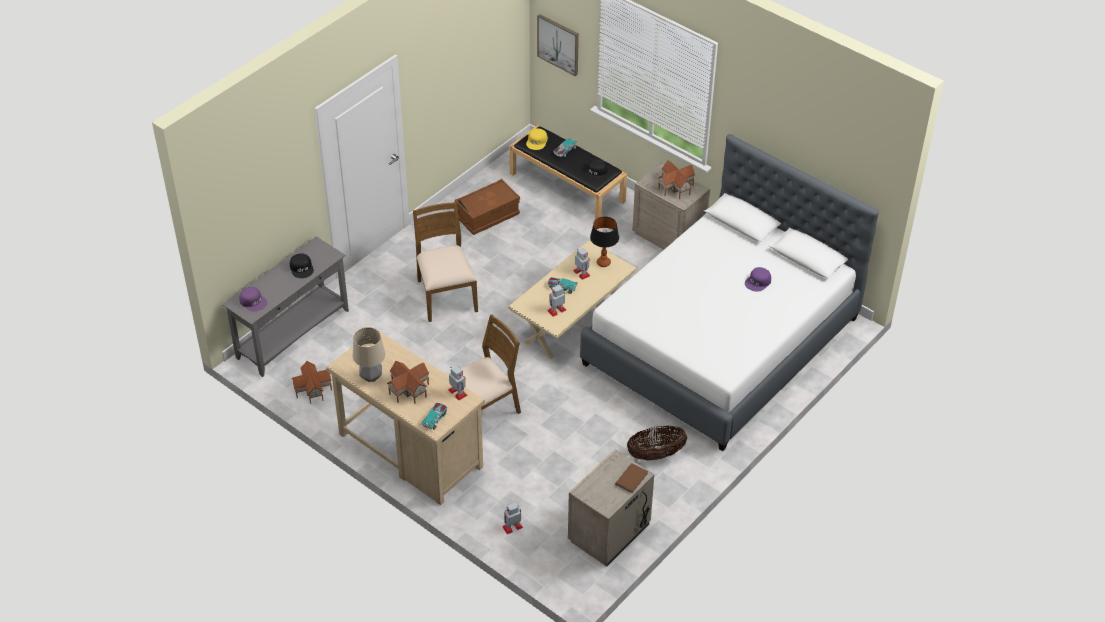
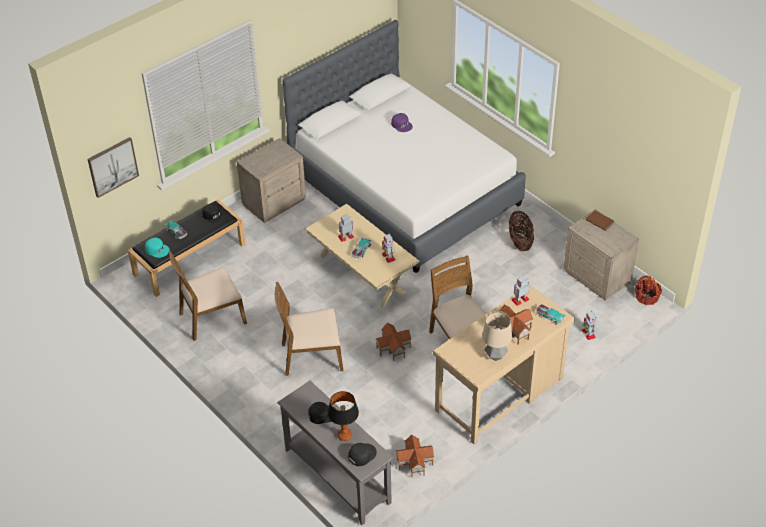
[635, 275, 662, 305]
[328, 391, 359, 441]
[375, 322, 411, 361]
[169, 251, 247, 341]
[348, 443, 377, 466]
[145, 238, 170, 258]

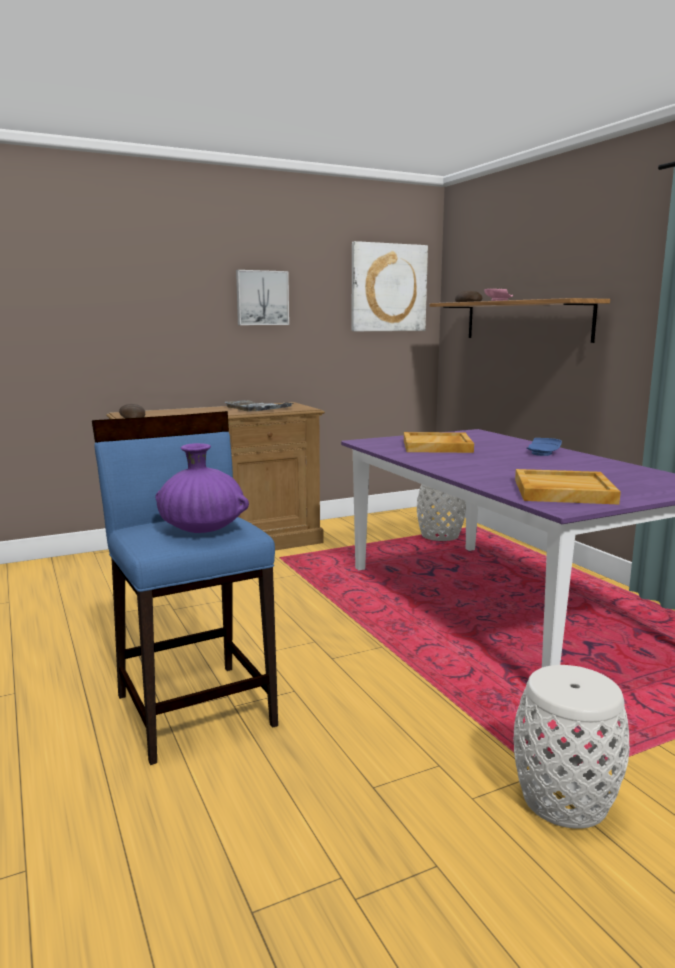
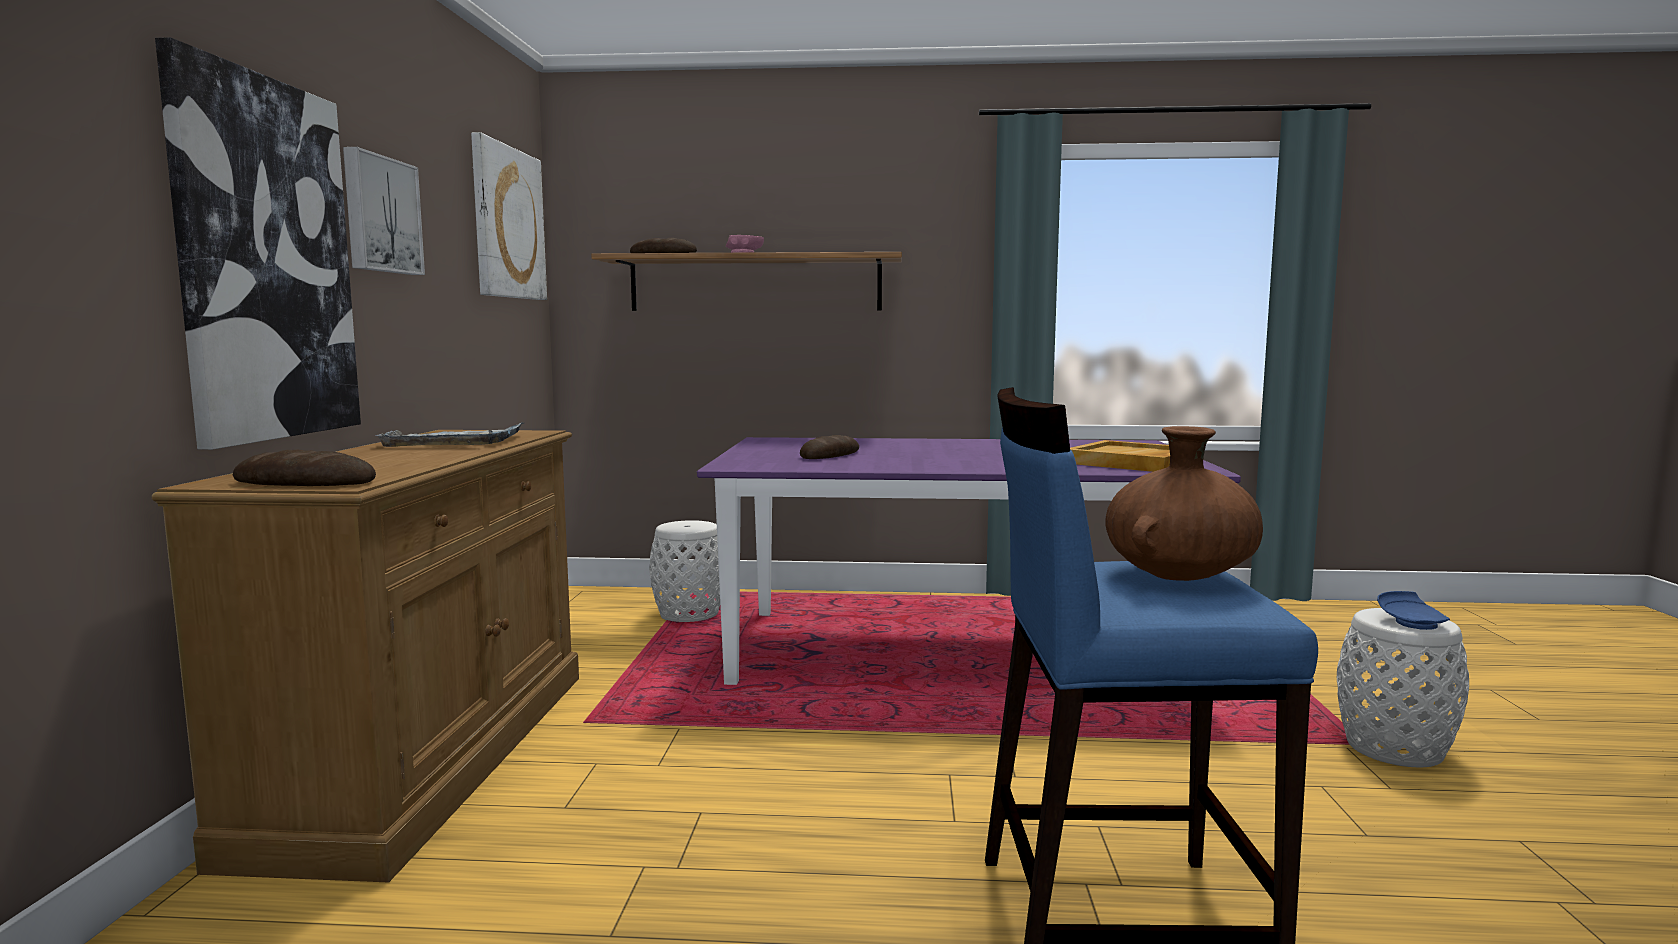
[155, 37, 361, 450]
[1377, 591, 1450, 630]
[800, 435, 859, 459]
[1105, 426, 1263, 581]

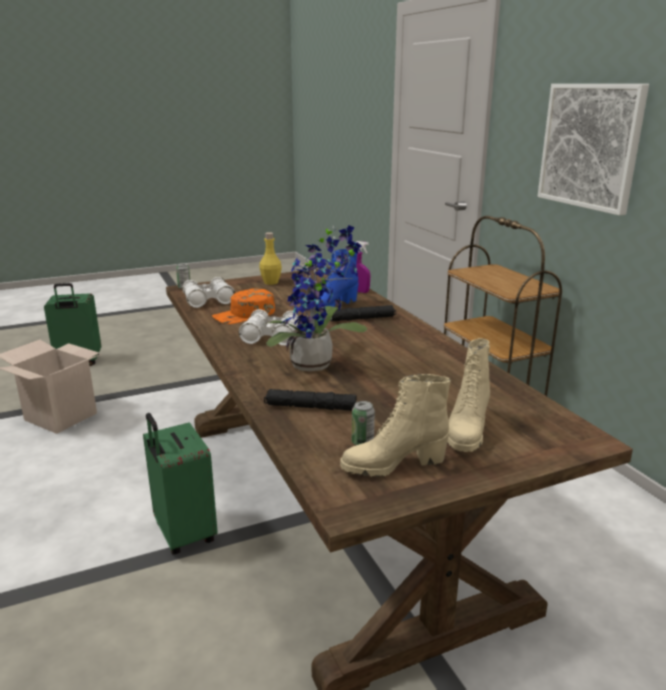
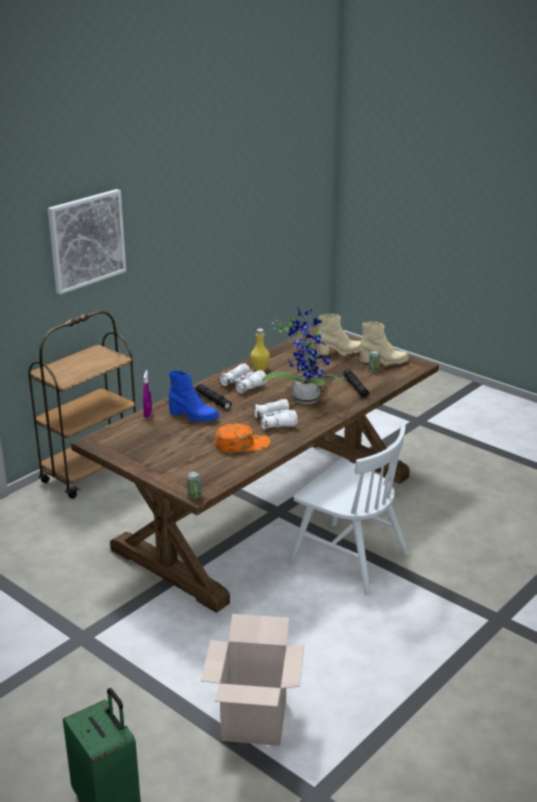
[219, 363, 267, 394]
[250, 329, 270, 371]
[289, 423, 409, 595]
[215, 423, 270, 453]
[360, 322, 409, 366]

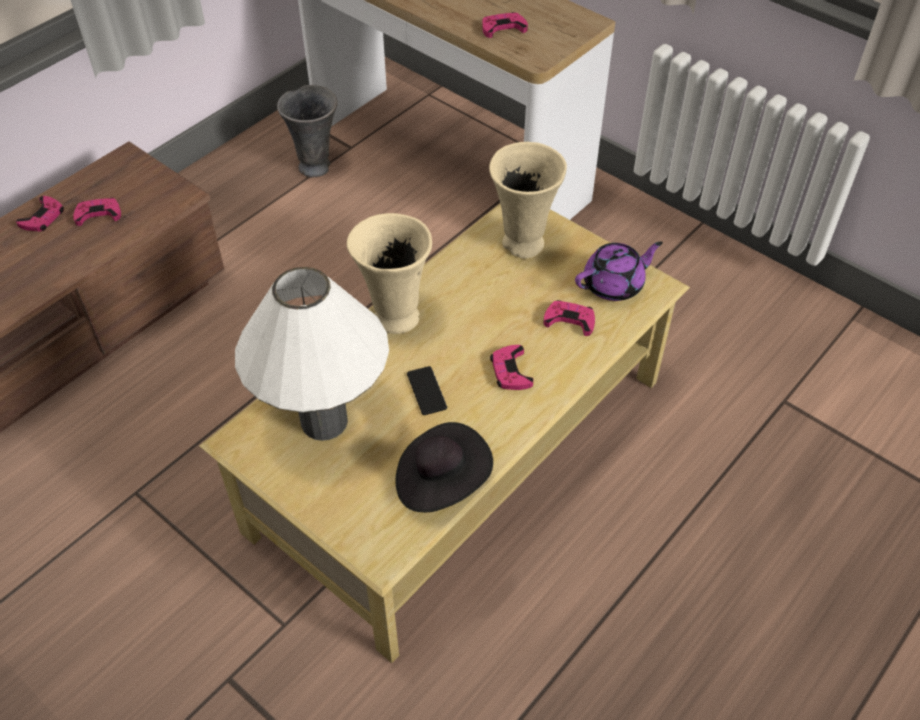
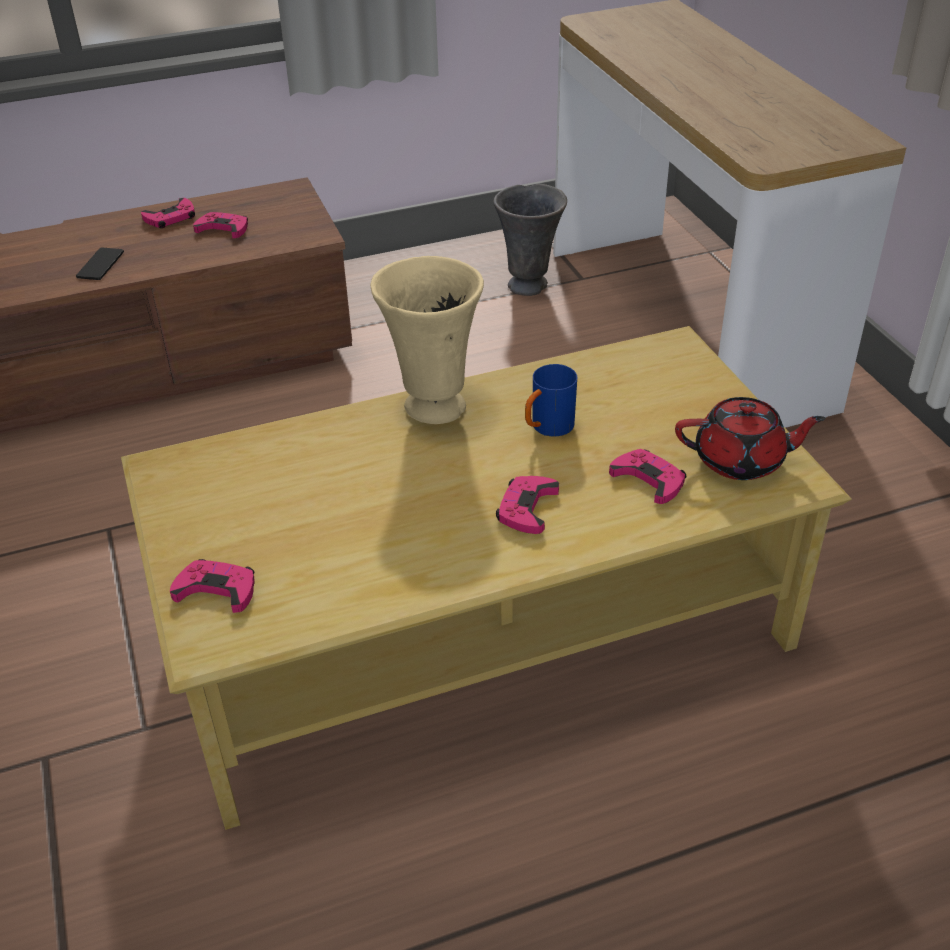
[235, 267, 389, 441] (first image)
[395, 422, 493, 512] (first image)
[489, 142, 567, 259] (first image)
[525, 364, 577, 437]
[76, 248, 124, 280]
[170, 559, 254, 613]
[675, 397, 826, 480]

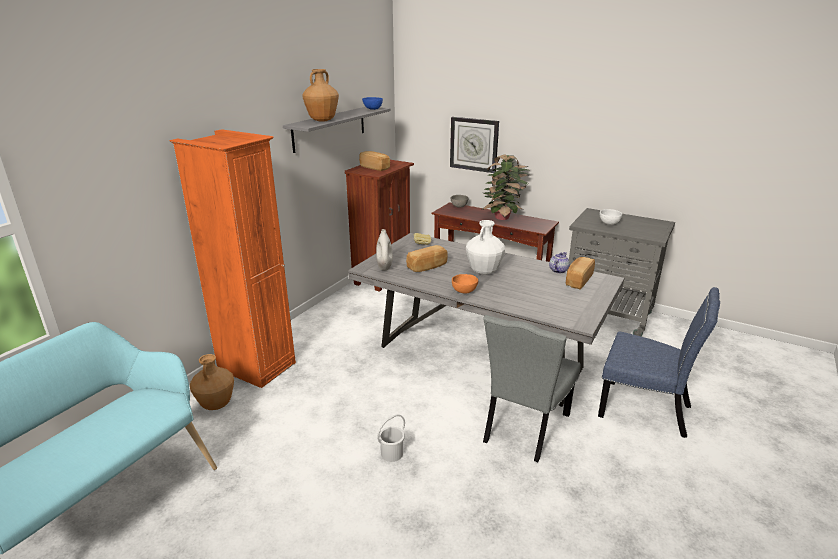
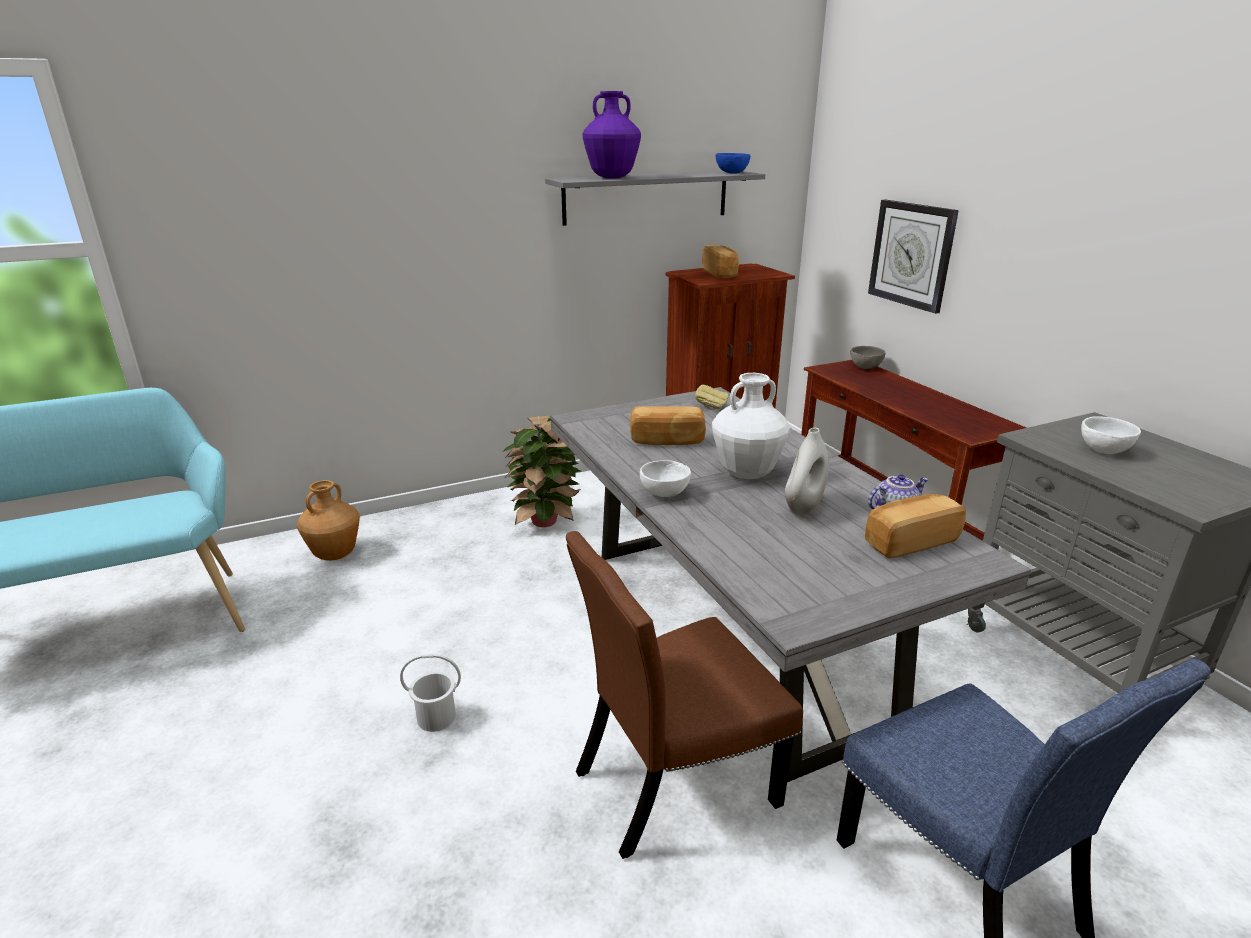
[169, 129, 296, 388] (first image)
[785, 428, 829, 515]
[502, 415, 582, 527]
[583, 91, 641, 179]
[640, 460, 691, 497]
[566, 531, 803, 859]

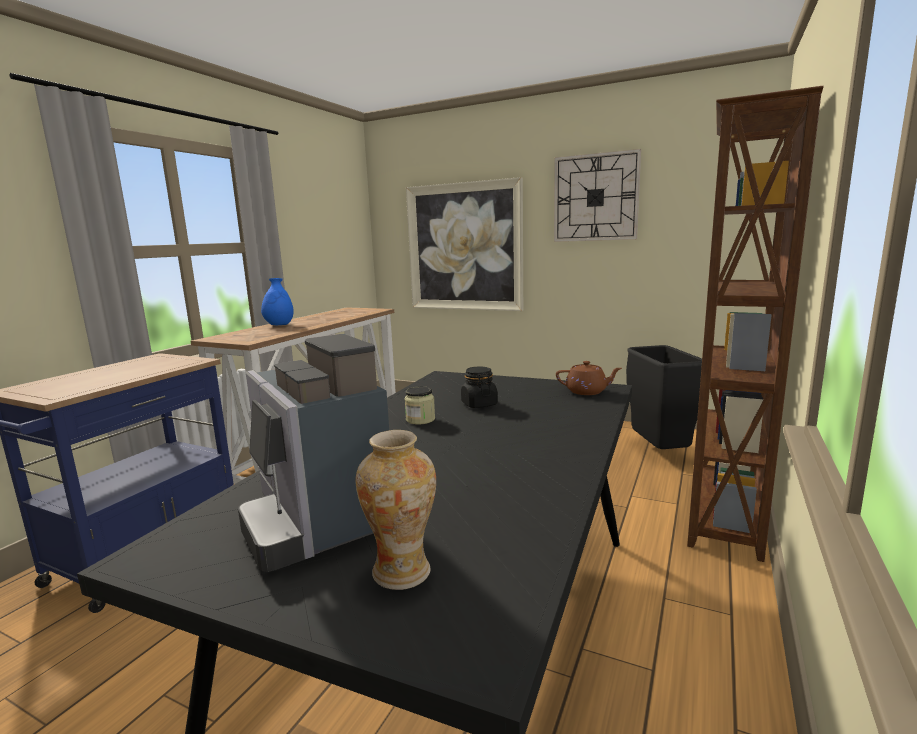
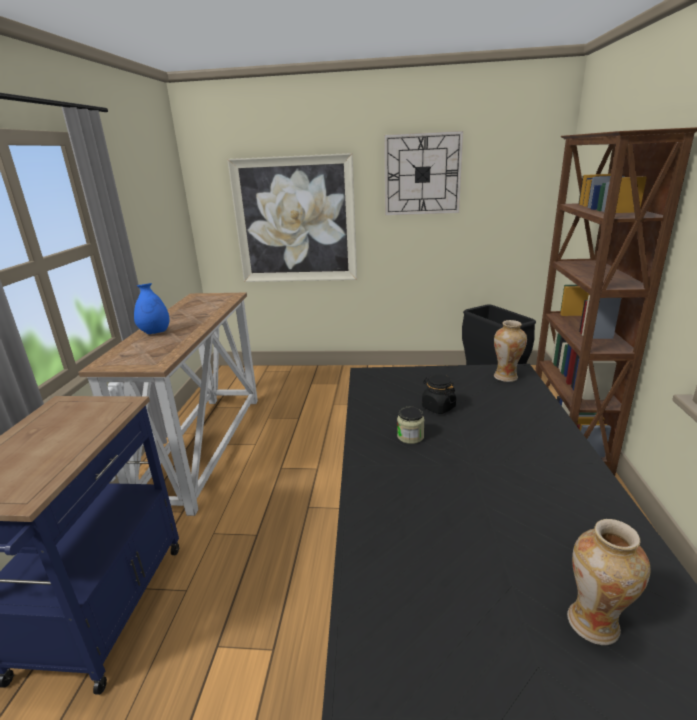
[238, 334, 389, 572] (first image)
[494, 320, 527, 382]

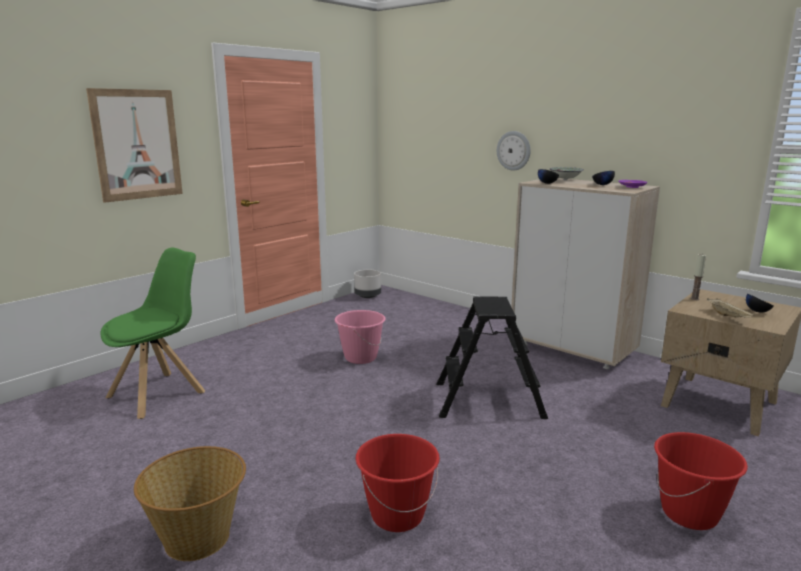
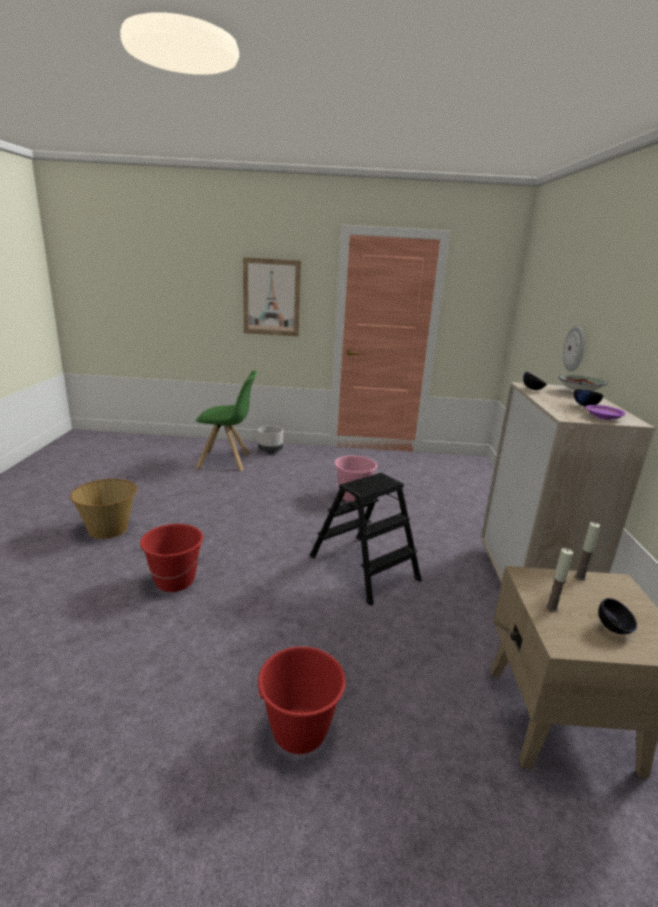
[258, 426, 283, 453]
[546, 548, 573, 612]

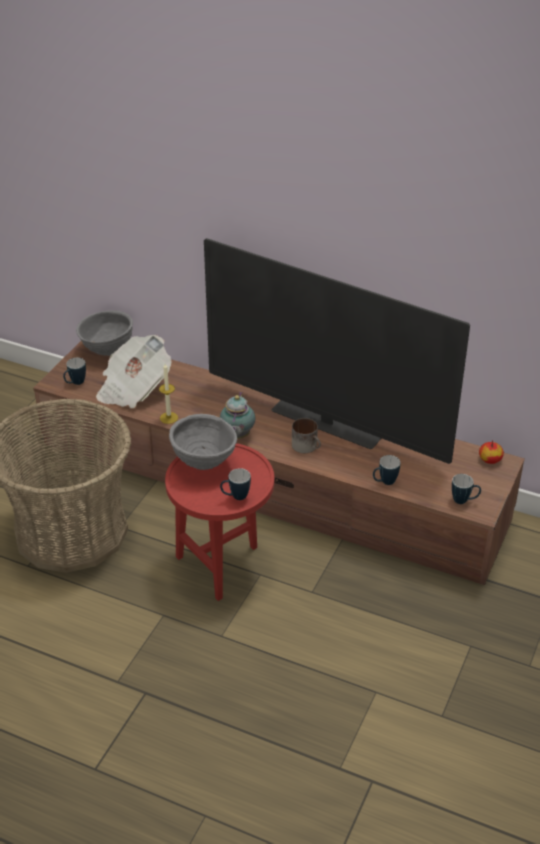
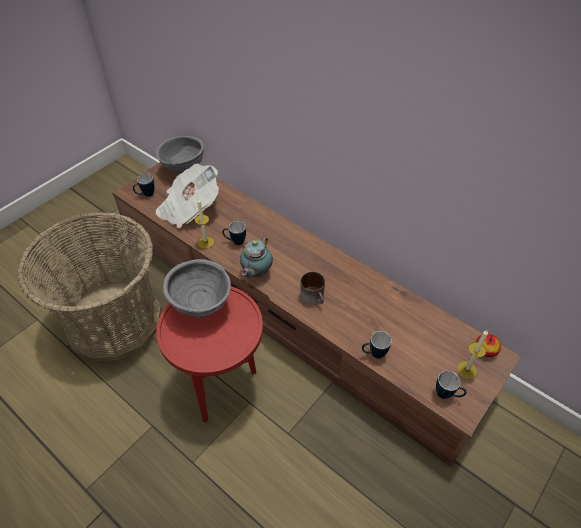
[204, 238, 470, 464] (first image)
[457, 330, 488, 379]
[222, 221, 246, 245]

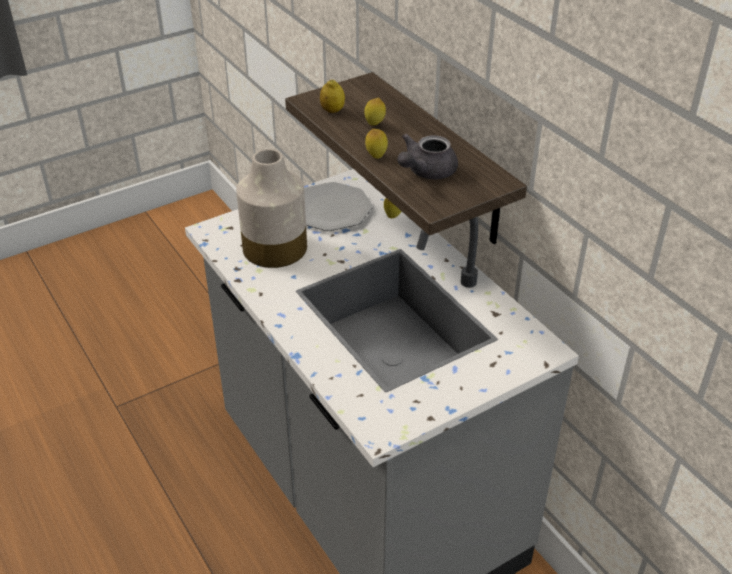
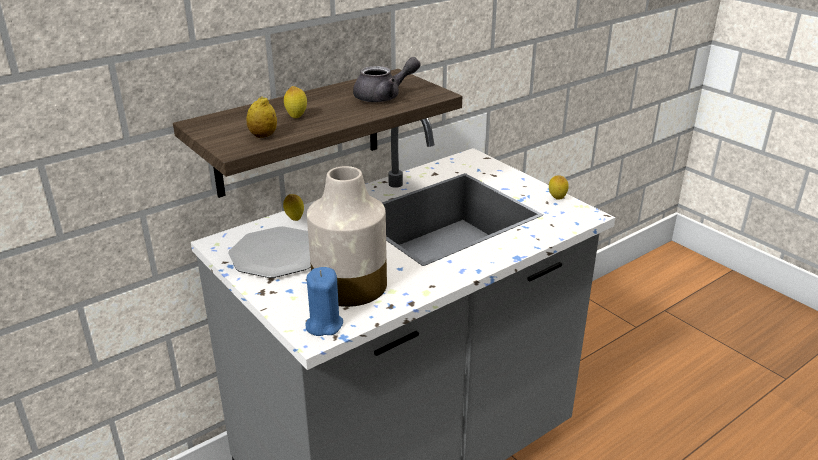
[306, 267, 343, 336]
[549, 175, 569, 200]
[353, 57, 421, 102]

